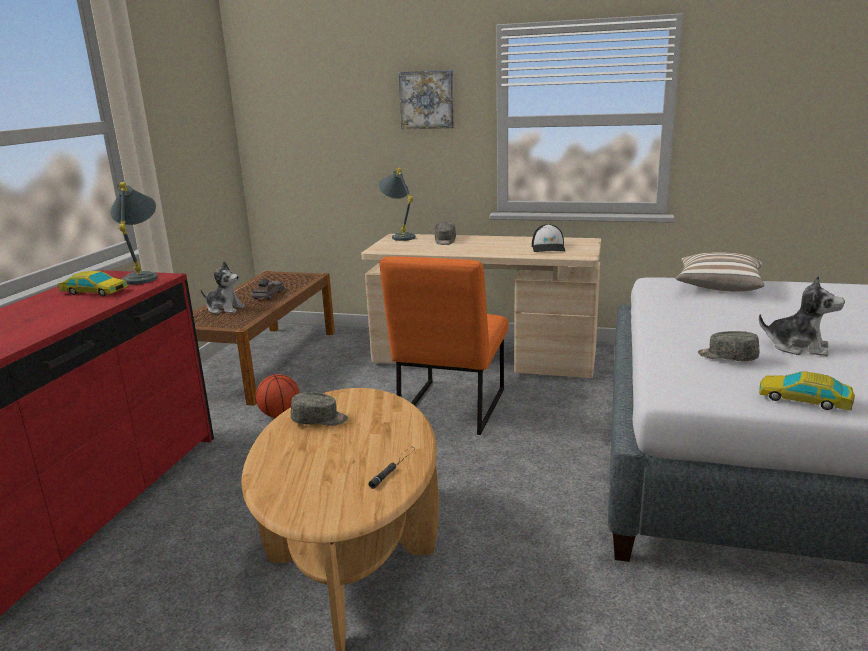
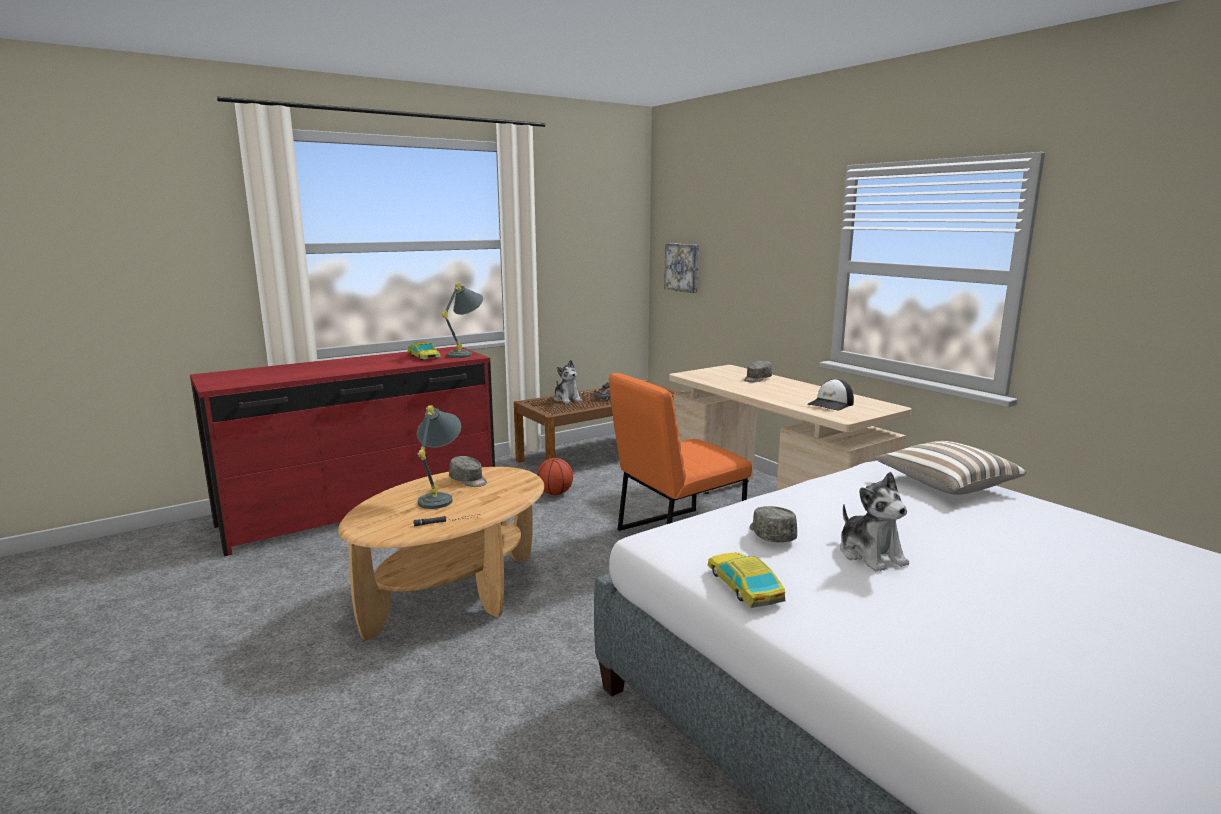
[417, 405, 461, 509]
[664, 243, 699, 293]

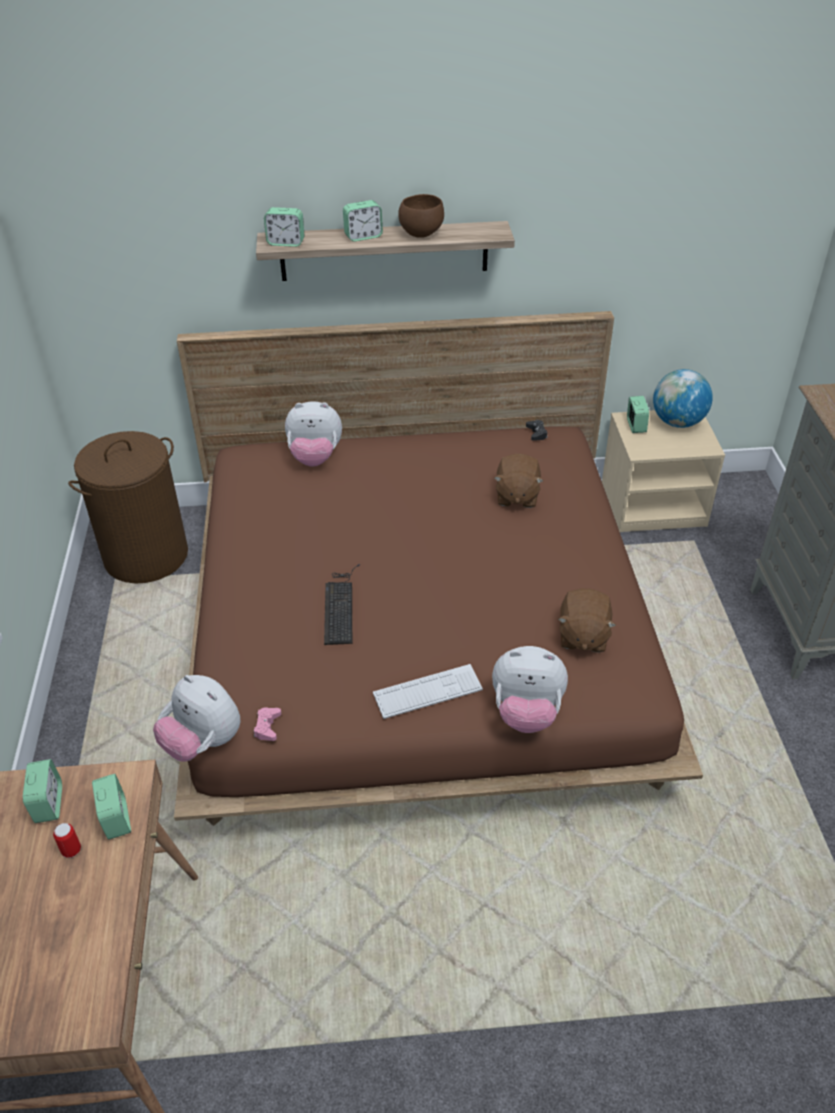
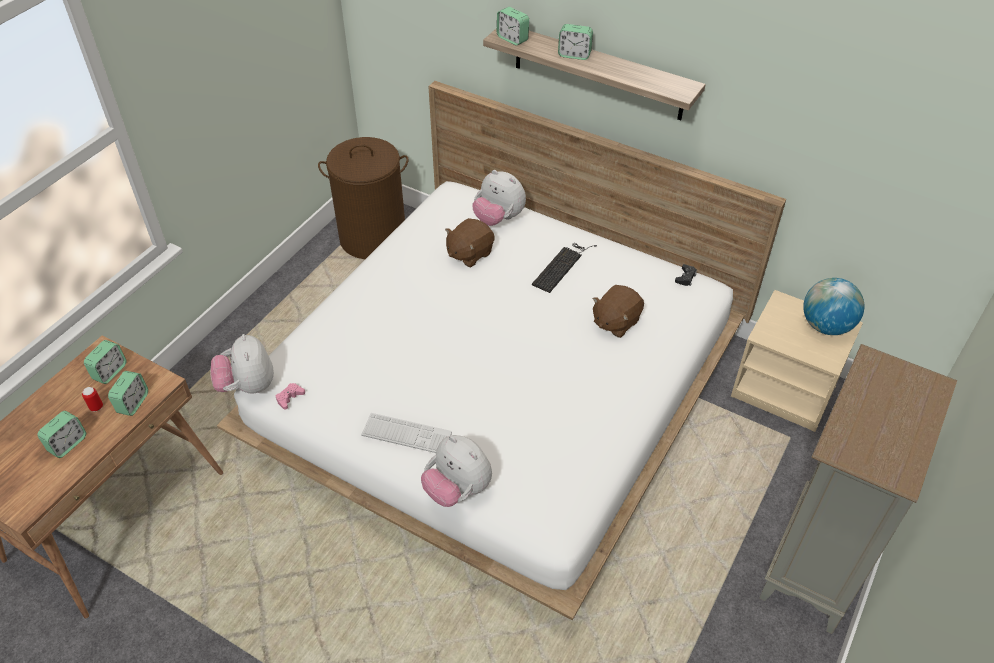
[398, 194, 444, 238] (first image)
[532, 243, 597, 293]
[445, 218, 495, 267]
[37, 411, 86, 458]
[217, 81, 786, 621]

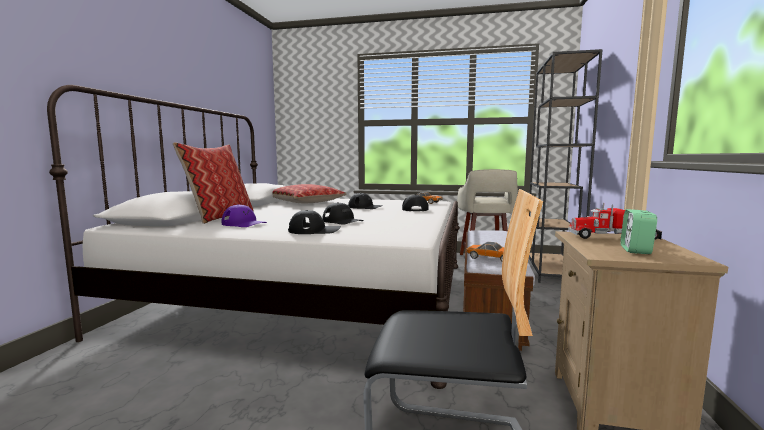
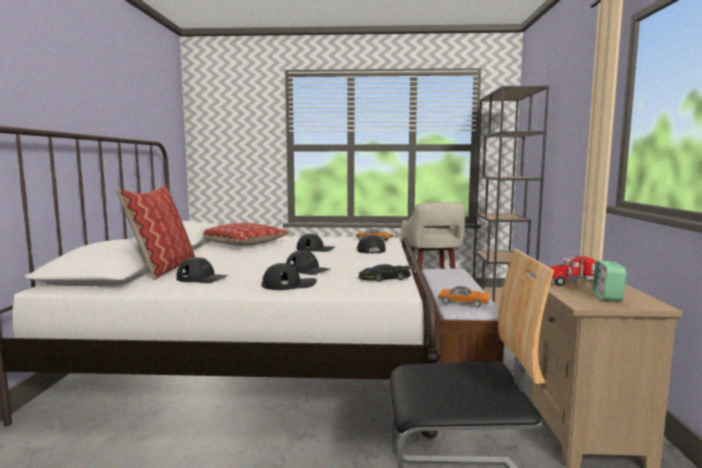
[359, 264, 411, 282]
[176, 257, 228, 283]

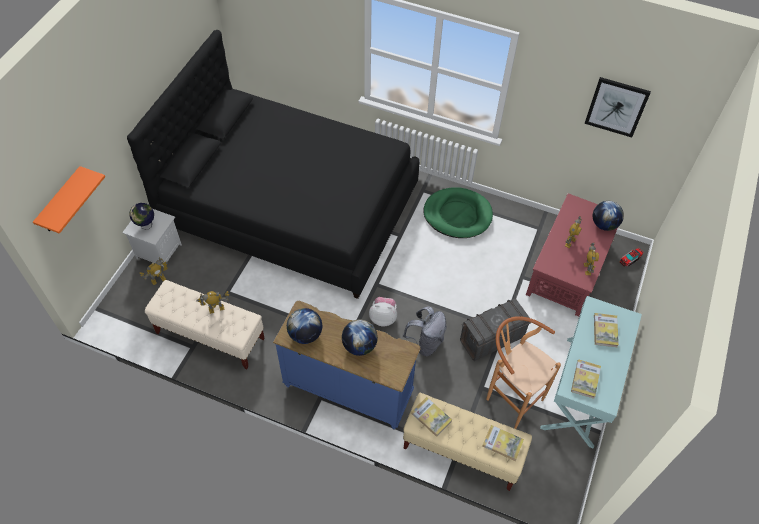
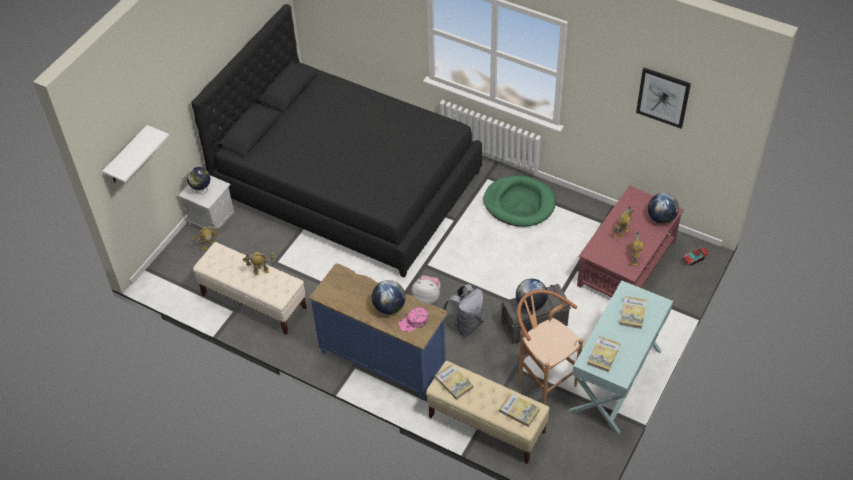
[399, 308, 429, 332]
[516, 279, 548, 311]
[102, 125, 169, 183]

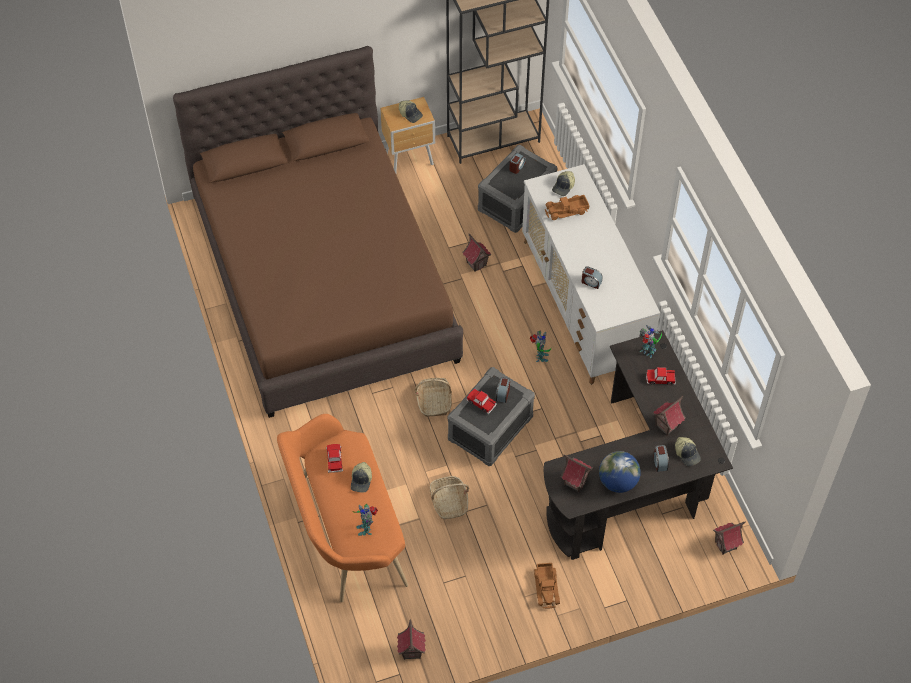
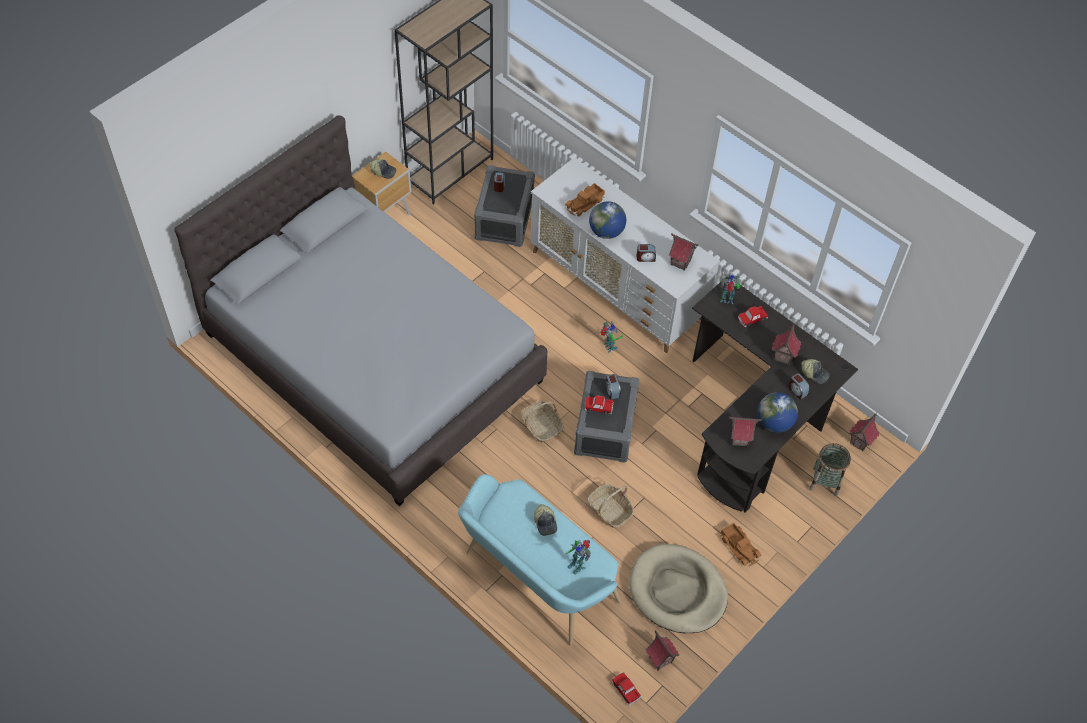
[552, 171, 575, 196] (first image)
[589, 201, 626, 239]
[629, 544, 728, 633]
[809, 443, 851, 497]
[612, 672, 641, 706]
[669, 233, 699, 271]
[174, 116, 547, 506]
[458, 474, 621, 646]

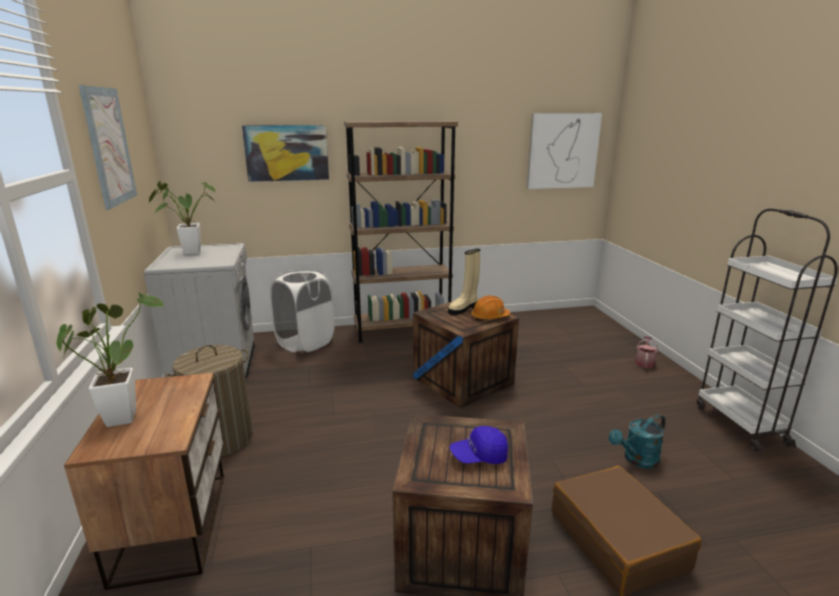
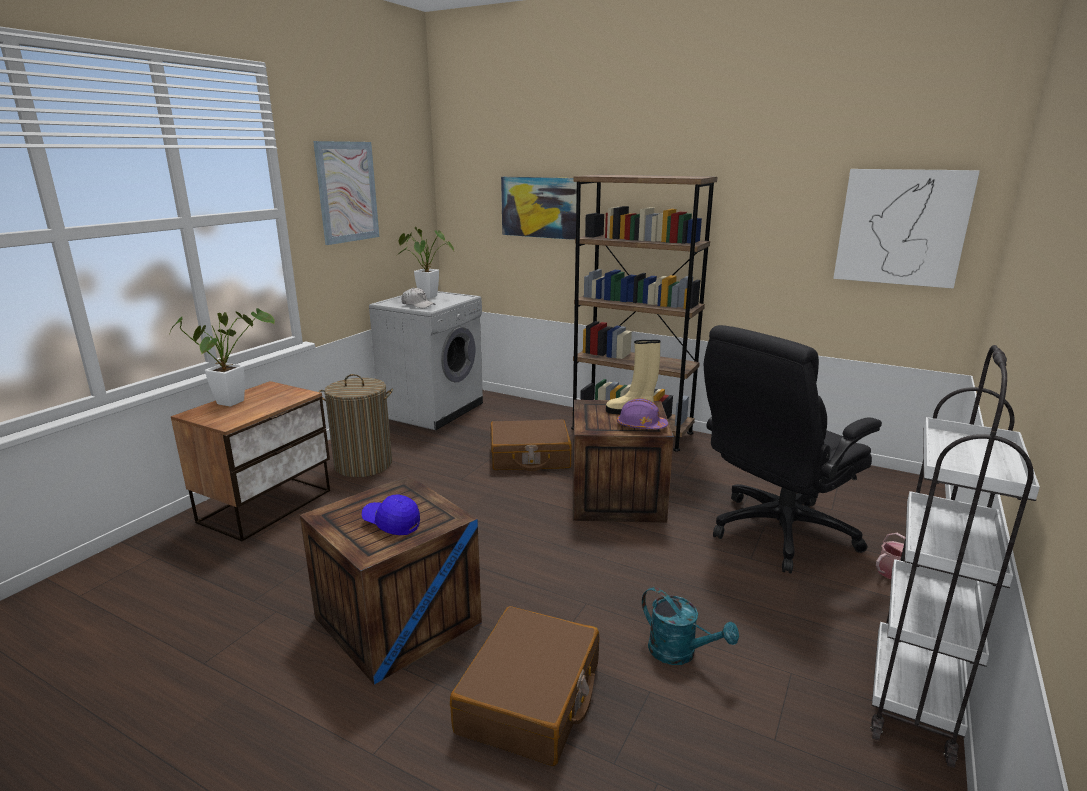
[270, 270, 335, 353] (first image)
[401, 287, 436, 308]
[490, 419, 572, 471]
[704, 325, 882, 573]
[617, 398, 668, 429]
[642, 587, 739, 665]

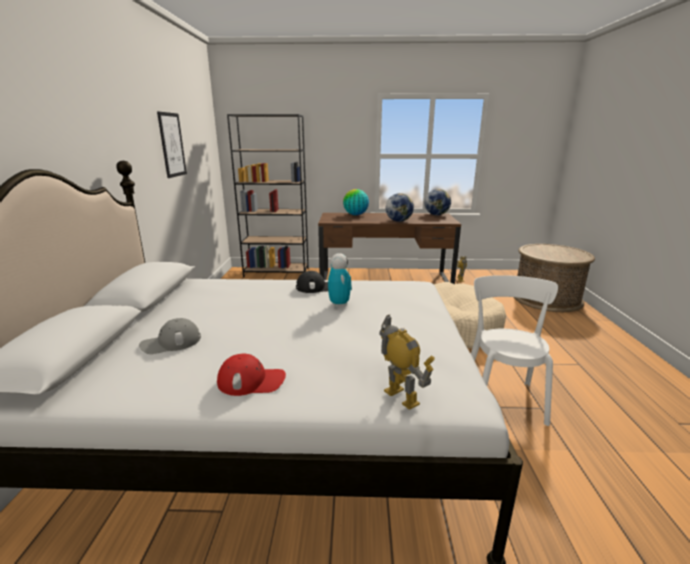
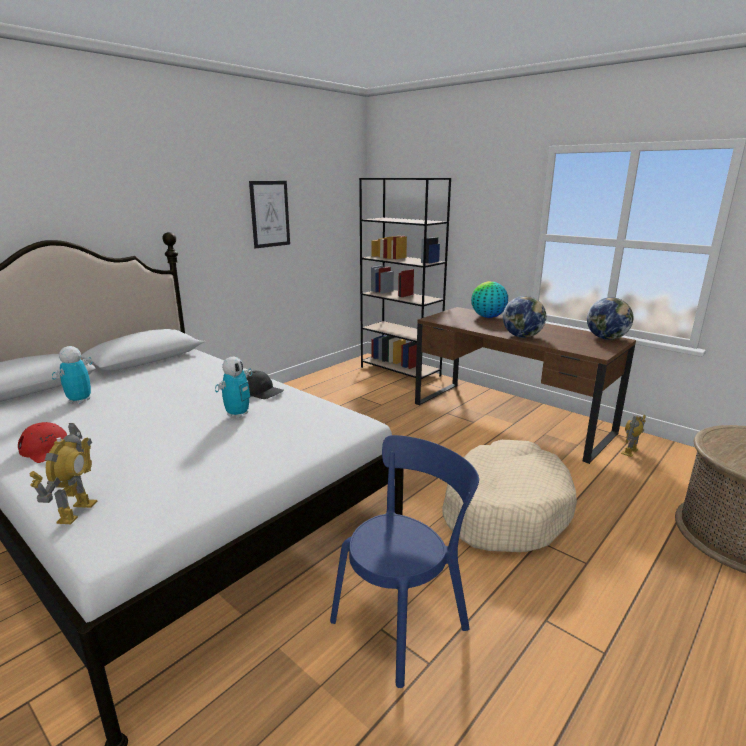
[52, 346, 92, 404]
[330, 435, 479, 688]

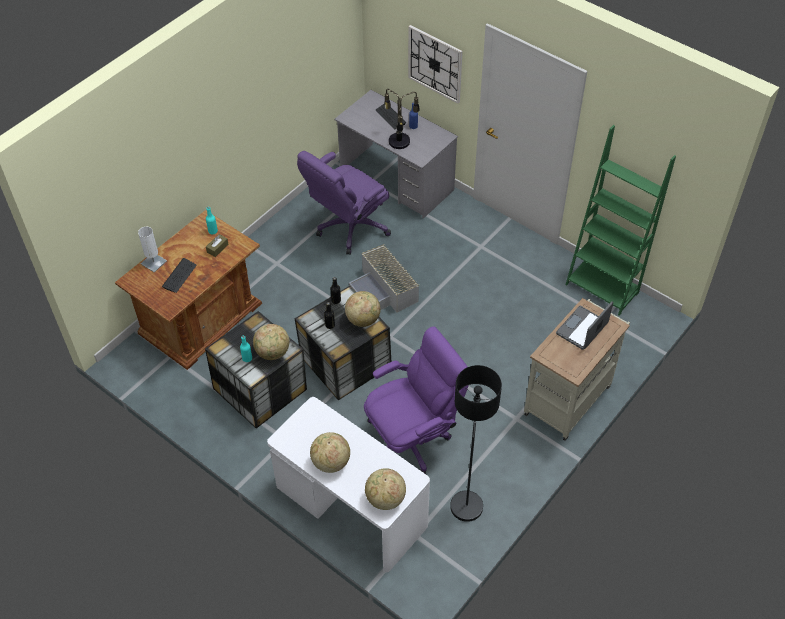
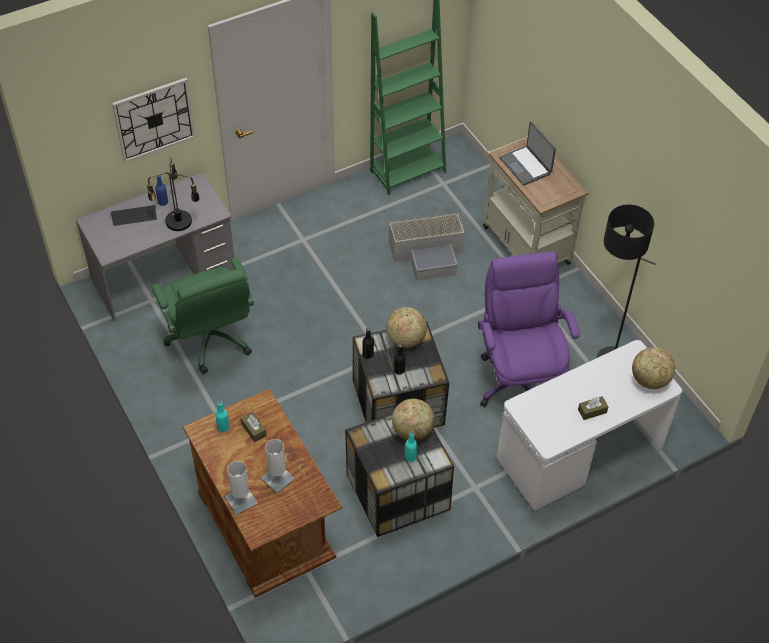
[389, 212, 465, 281]
[261, 439, 294, 493]
[578, 396, 608, 420]
[151, 258, 254, 374]

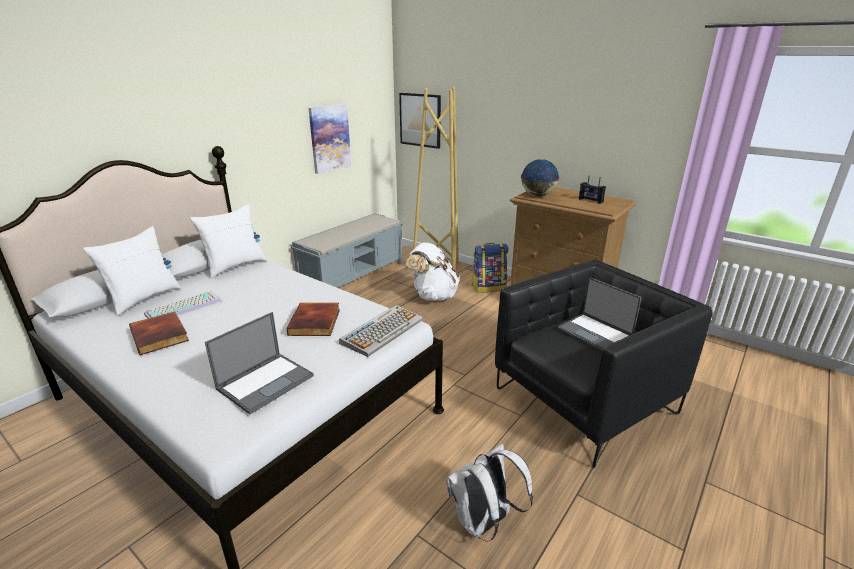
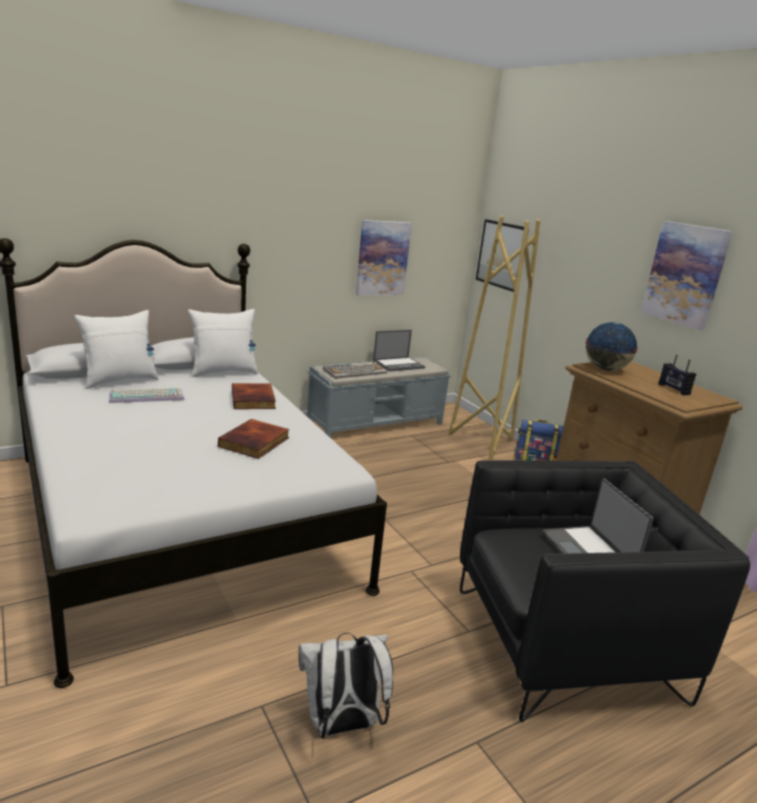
[406, 243, 460, 301] (first image)
[641, 221, 733, 330]
[232, 383, 276, 409]
[373, 330, 425, 371]
[323, 361, 387, 379]

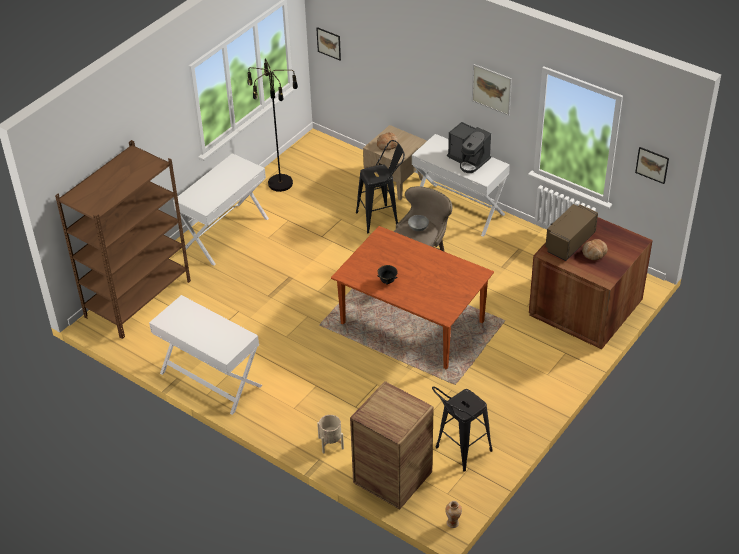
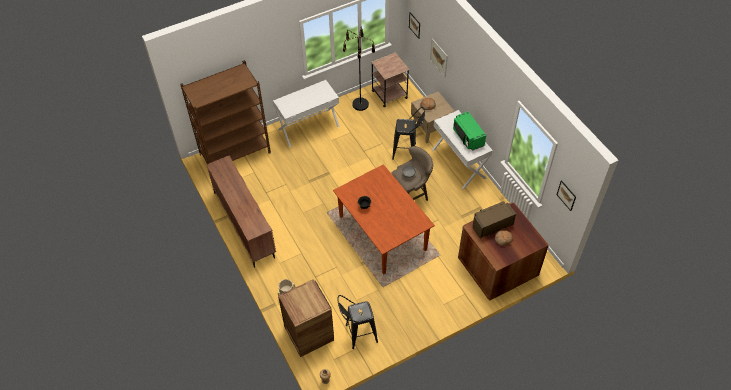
[371, 52, 410, 107]
[430, 38, 448, 77]
[207, 155, 276, 268]
[453, 111, 486, 151]

